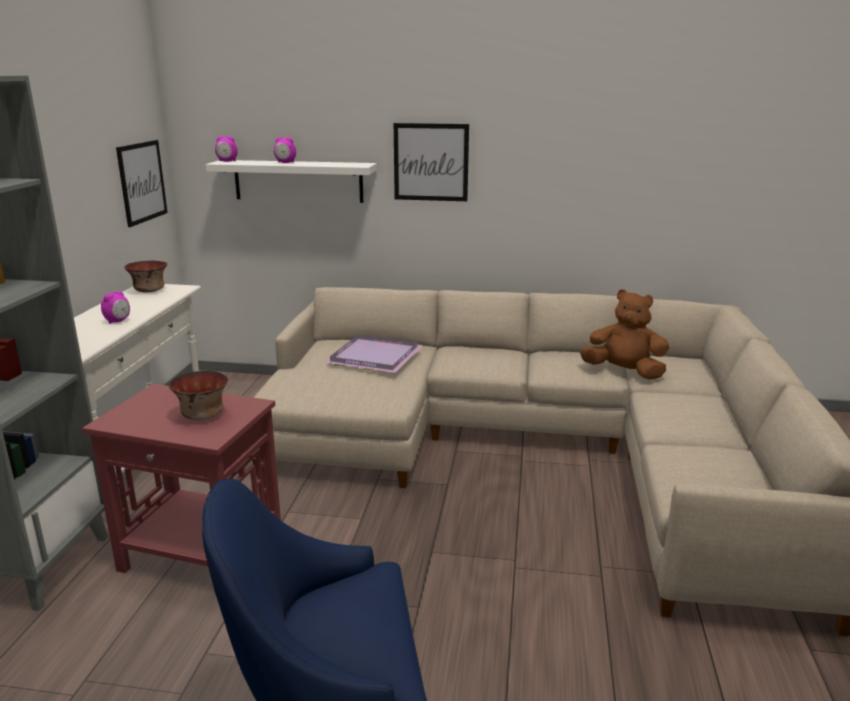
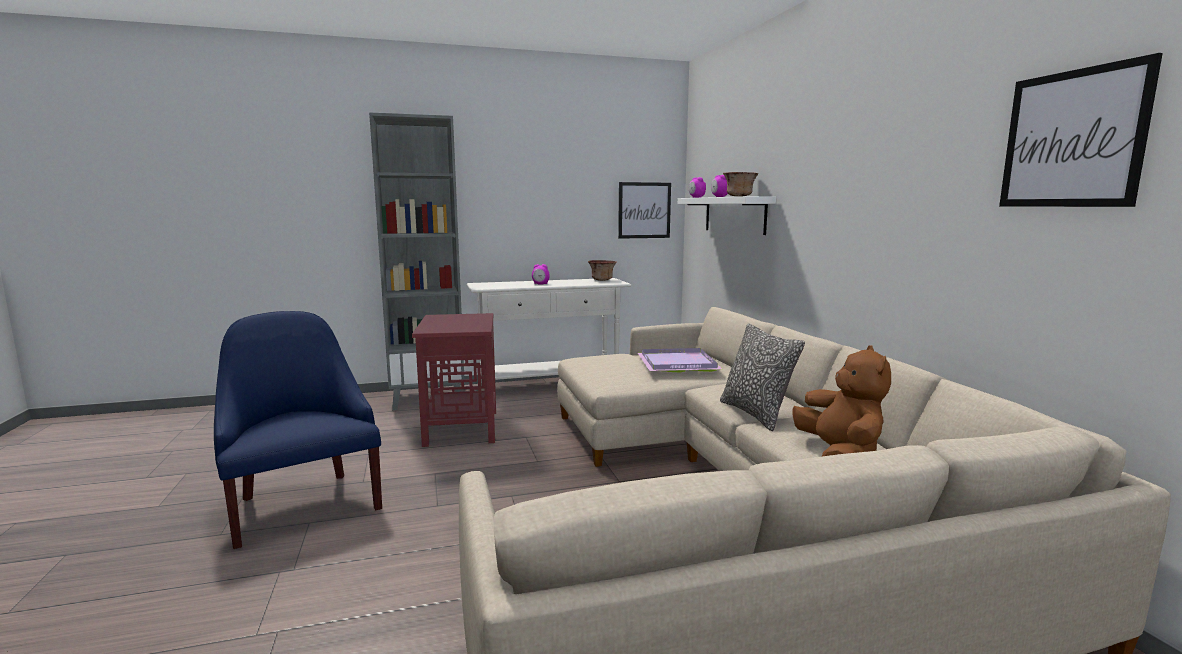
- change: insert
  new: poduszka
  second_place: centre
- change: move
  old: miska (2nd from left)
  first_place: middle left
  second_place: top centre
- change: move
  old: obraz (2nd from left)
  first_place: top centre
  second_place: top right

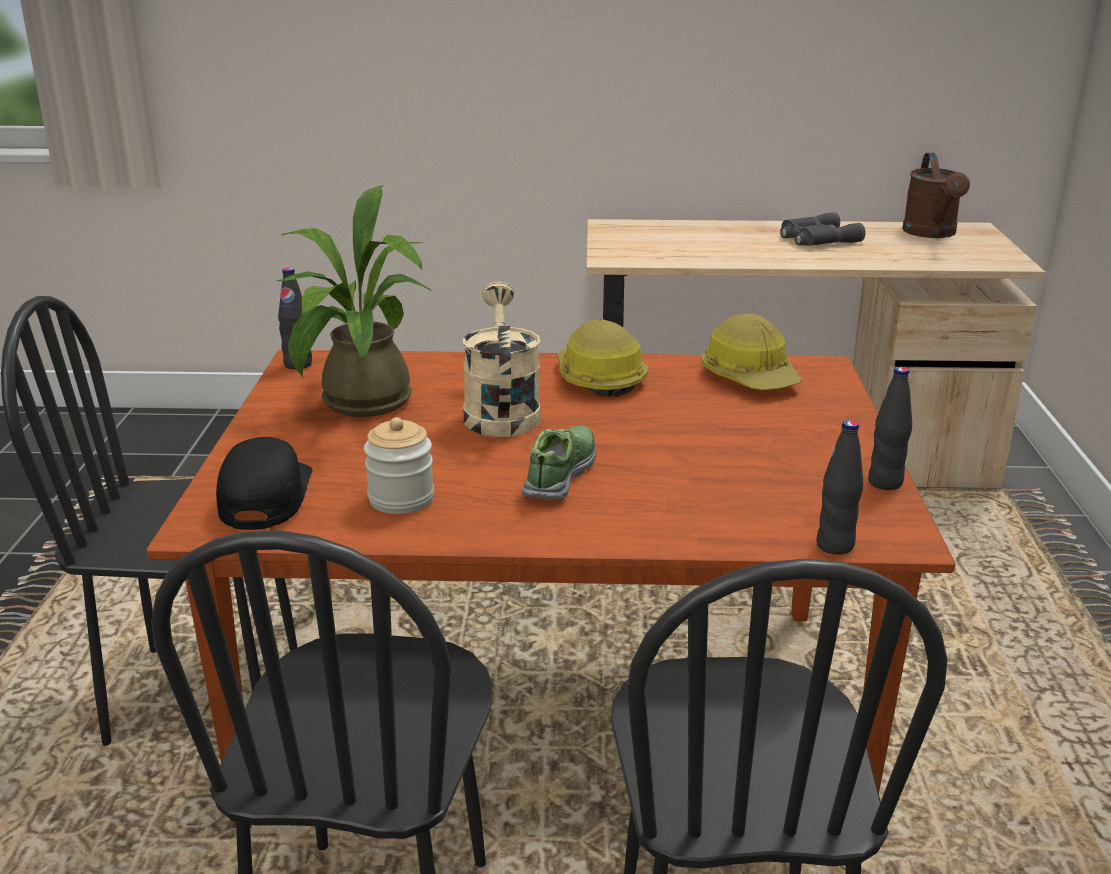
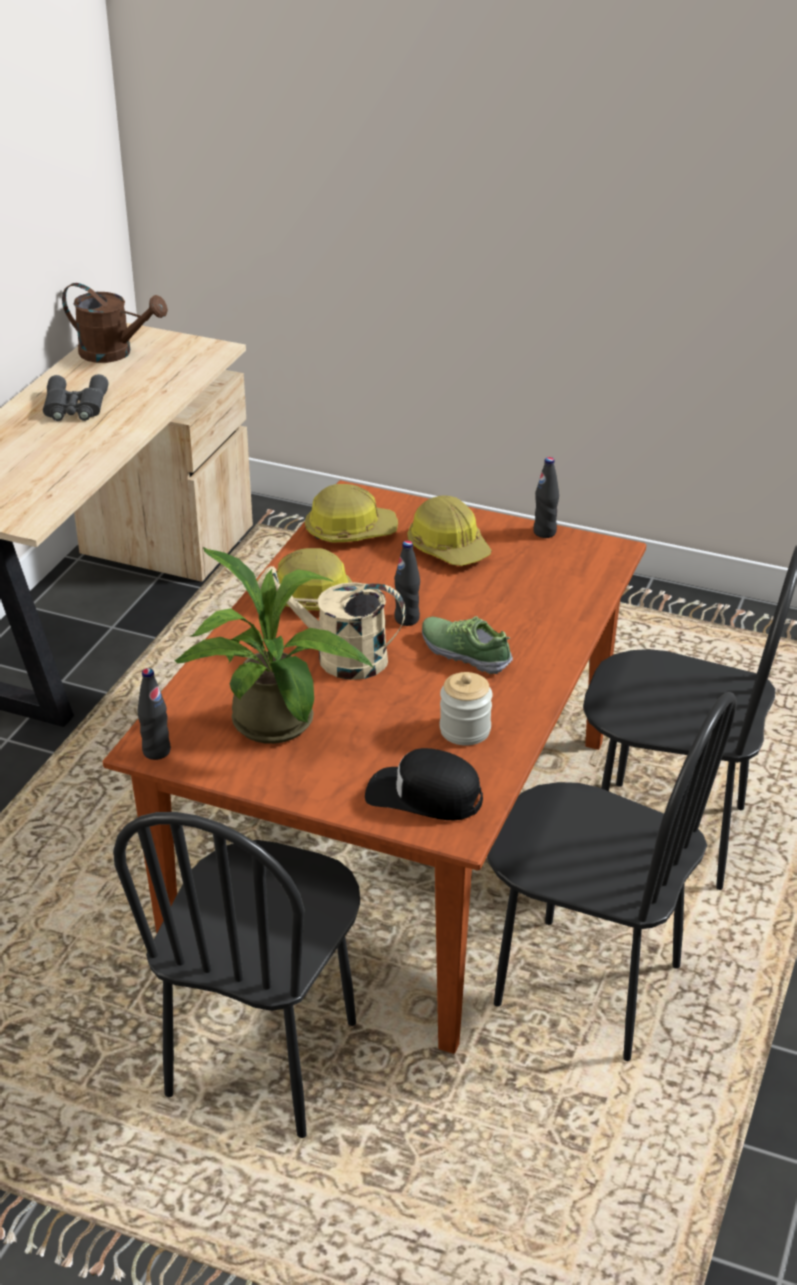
- change: move
  old: butelka (czarny) (2nd from left)
  first_place: middle right
  second_place: centre
- change: insert
  new: kask (3rd from left)
  second_place: centre

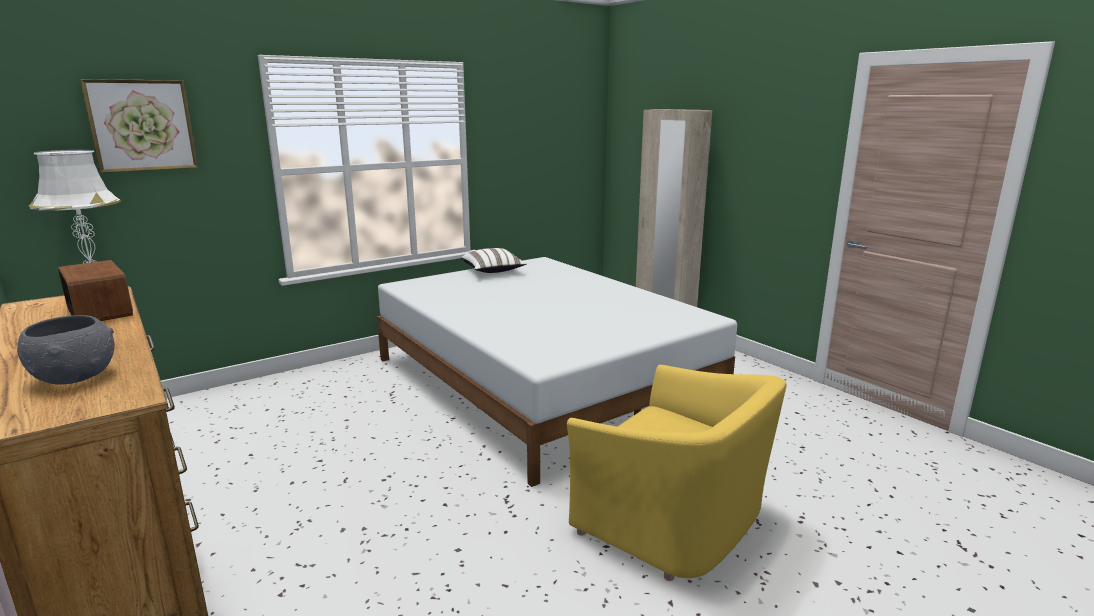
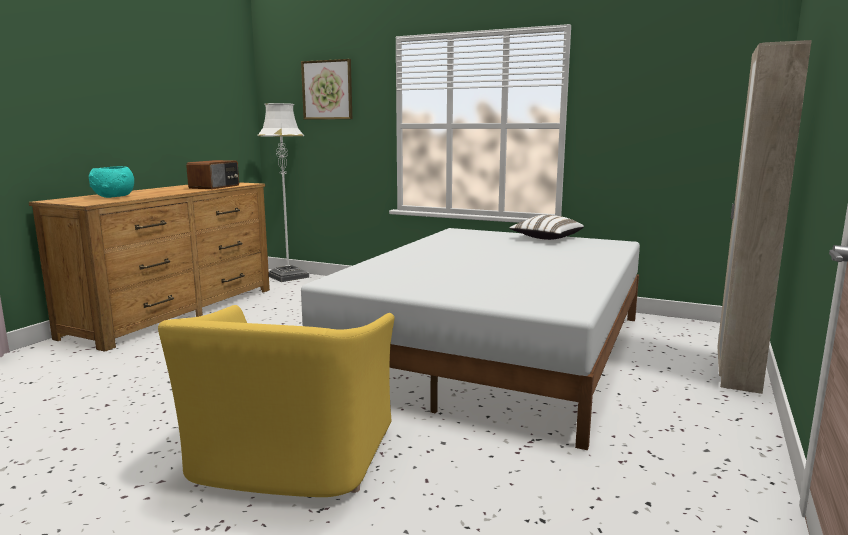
- change: recolor
  old: miska (szary)
  new: miska (turkusowy)
  first_place: middle left
  second_place: middle left

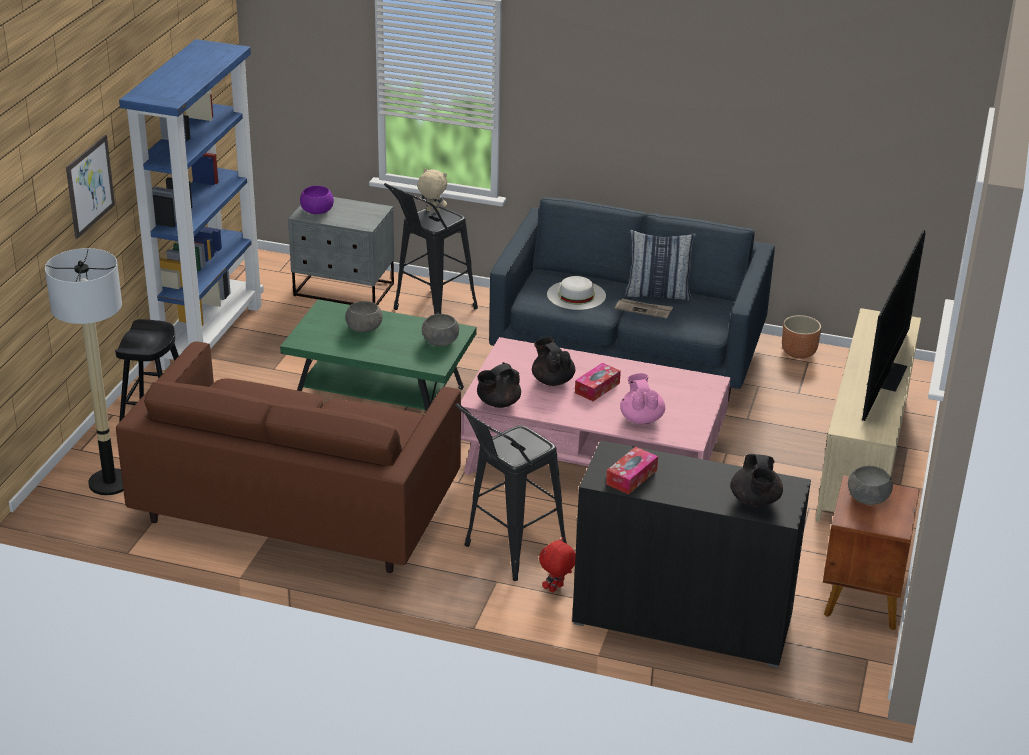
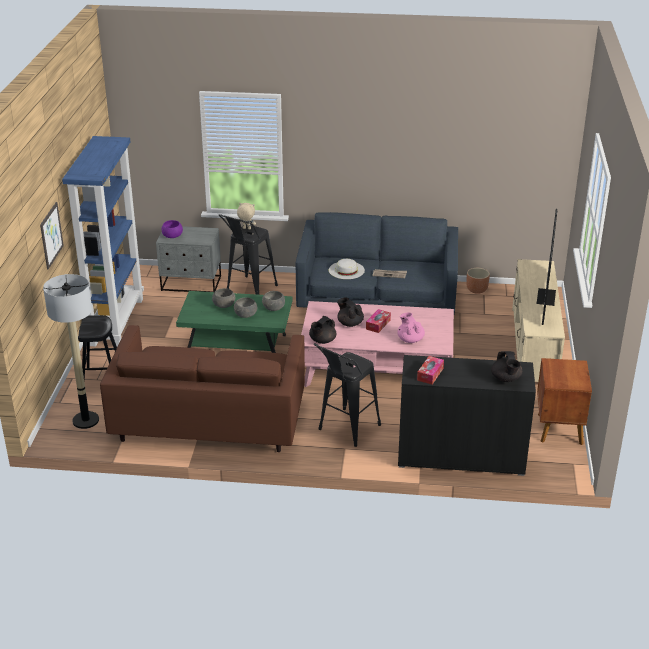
- change: move
  old: miska (szary) (3rd from left in the first image)
  new: miska (szary) (2nd from left)
  first_place: middle right
  second_place: centre
- change: delete
  old: pluszak (czerwony)
  first_place: bottom centre
- change: delete
  old: poduszka
  first_place: centre

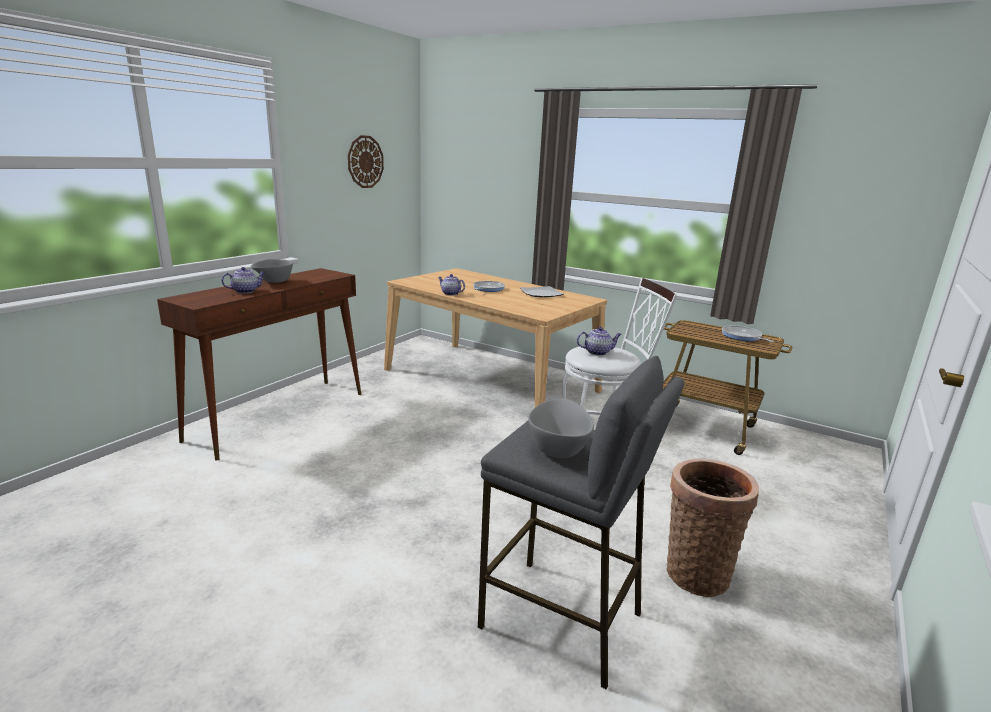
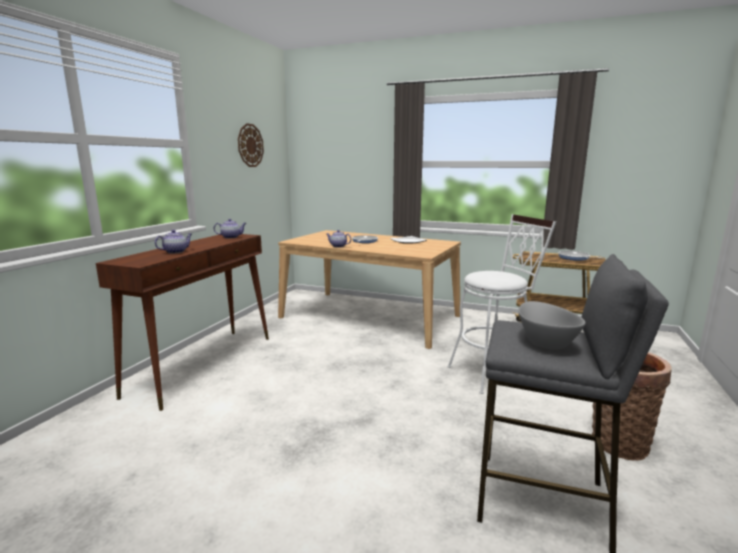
- change: move
  old: imbryk (3rd from left in the first image)
  new: imbryk (2nd from left)
  first_place: centre
  second_place: middle left
- change: delete
  old: miska (szary) (1st from left)
  first_place: middle left

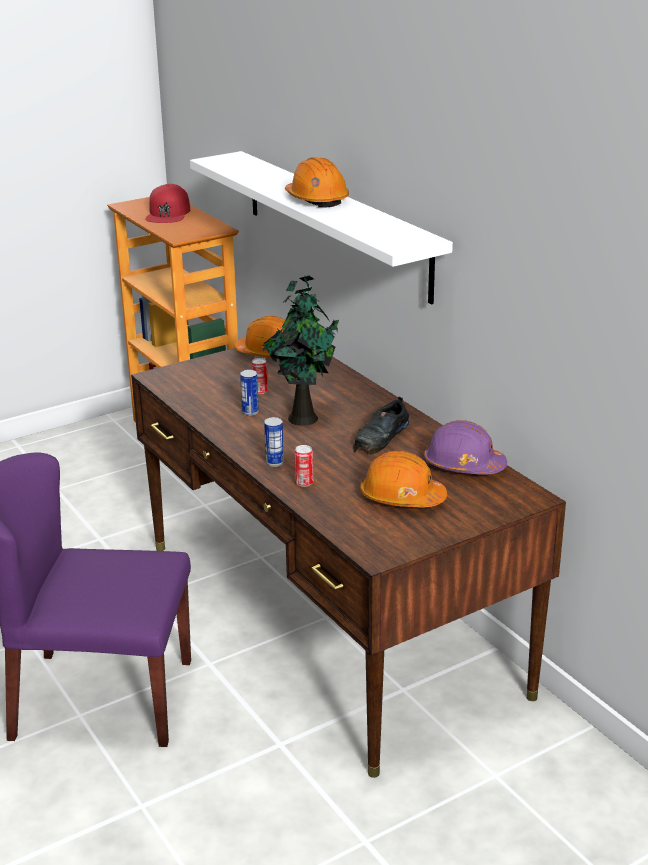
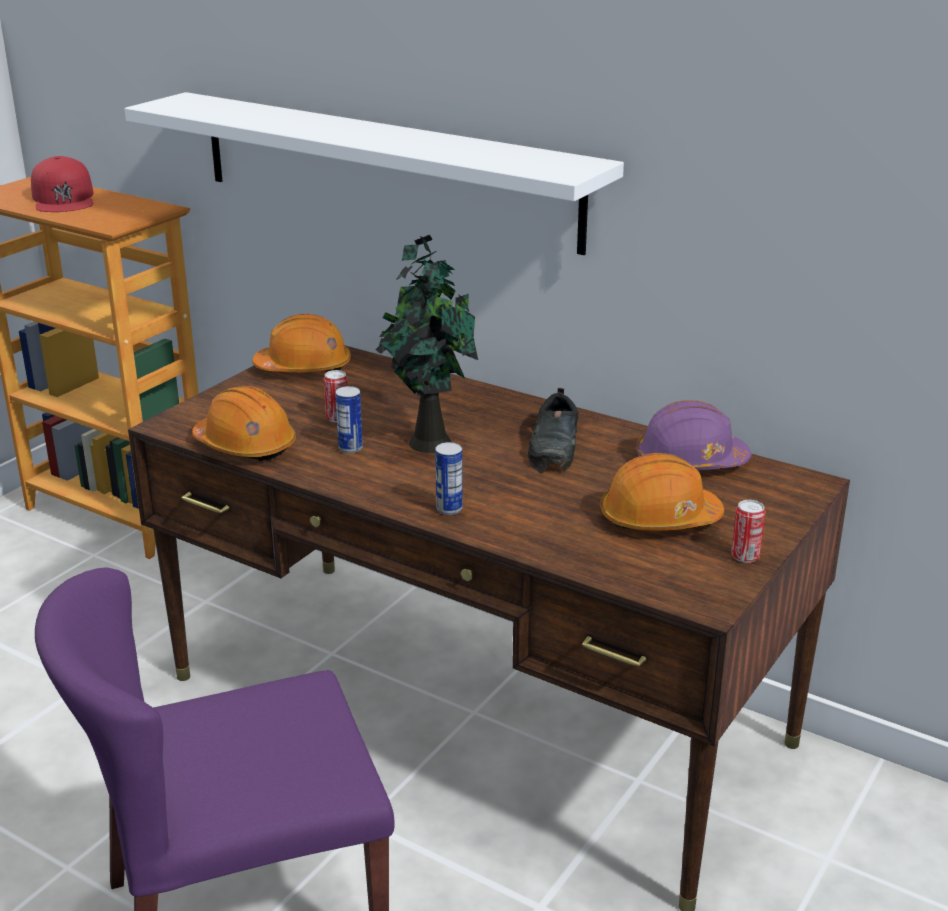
- change: move
  old: kask (pomarańczowy) (2nd from left in the first image)
  new: kask (pomarańczowy) (1st from left)
  first_place: top centre
  second_place: middle left
- change: move
  old: puszka (4th from left)
  first_place: centre
  second_place: middle right

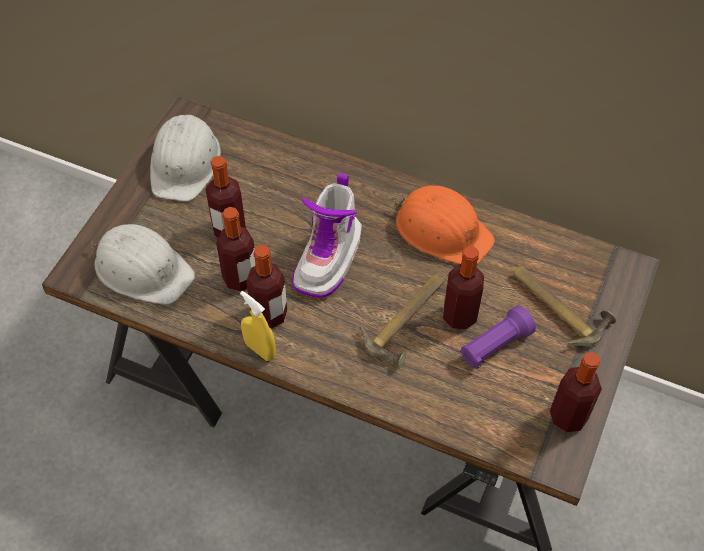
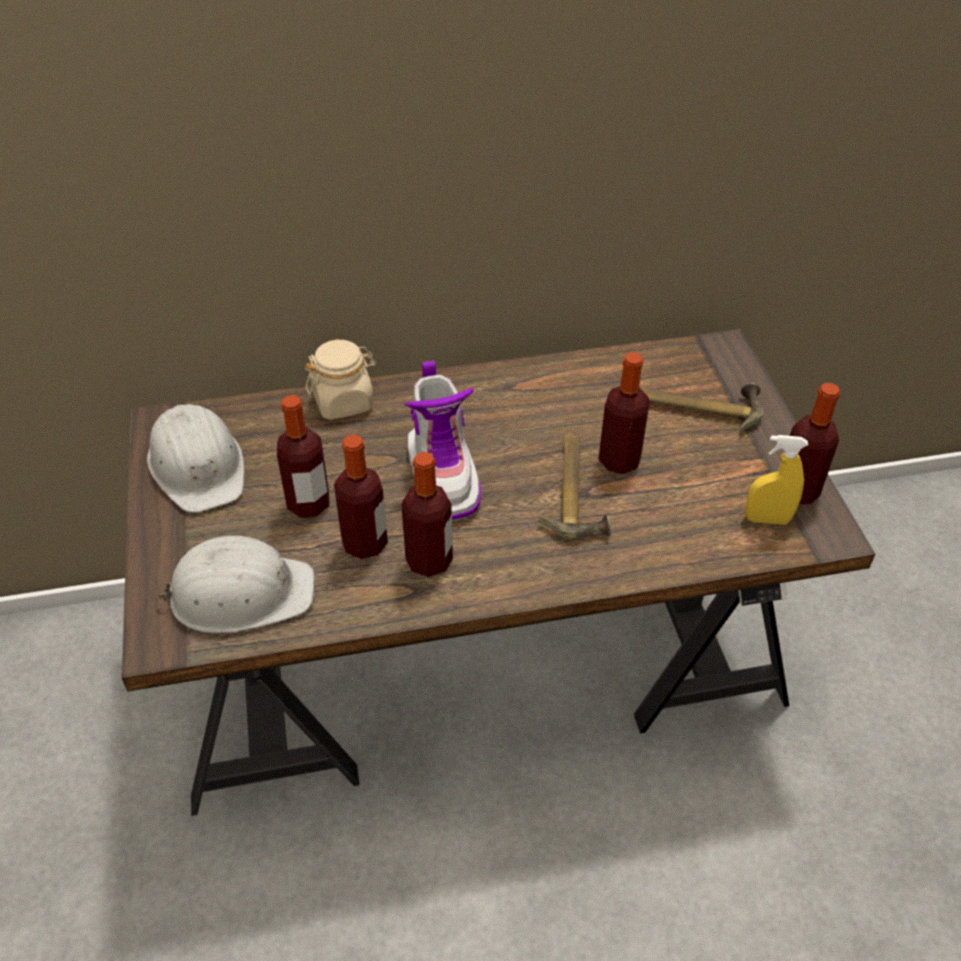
- change: insert
  new: słoik (beżowy)
  second_place: centre
- change: move
  old: spryskiwacz (żółty)
  first_place: centre
  second_place: middle right
- change: delete
  old: kask (pomarańczowy)
  first_place: centre
- change: delete
  old: latarka (fioletowy)
  first_place: middle right

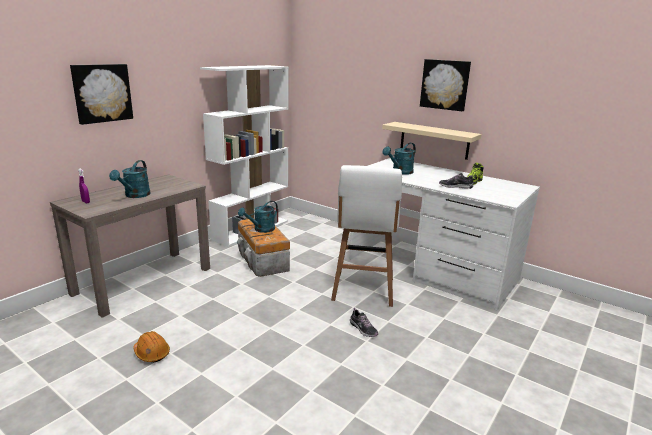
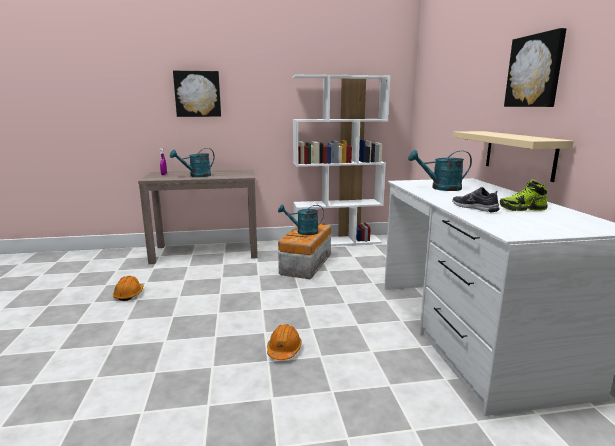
- change: replace
  old: but (1st from left)
  new: kask (pomarańczowy) (2nd from left)
  first_place: bottom centre
  second_place: bottom centre
- change: delete
  old: stołek (biały)
  first_place: centre

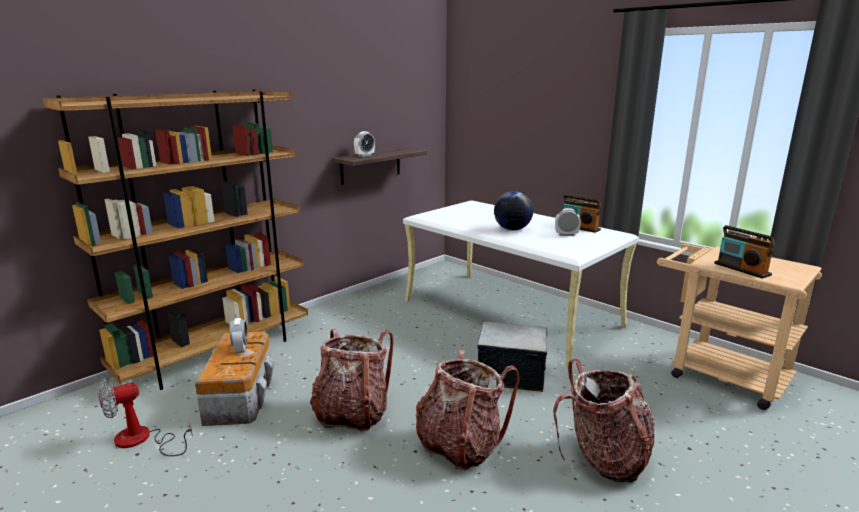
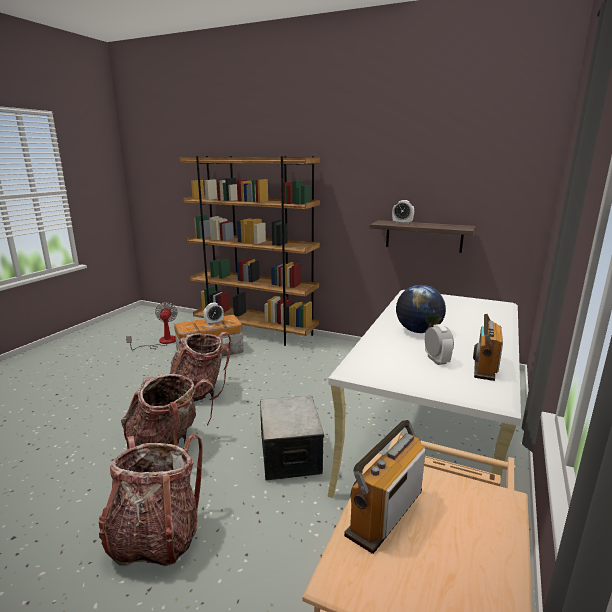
- change: rotate
  old: wentylator
  first_place: bottom left
  second_place: middle left
  degrees: 45

